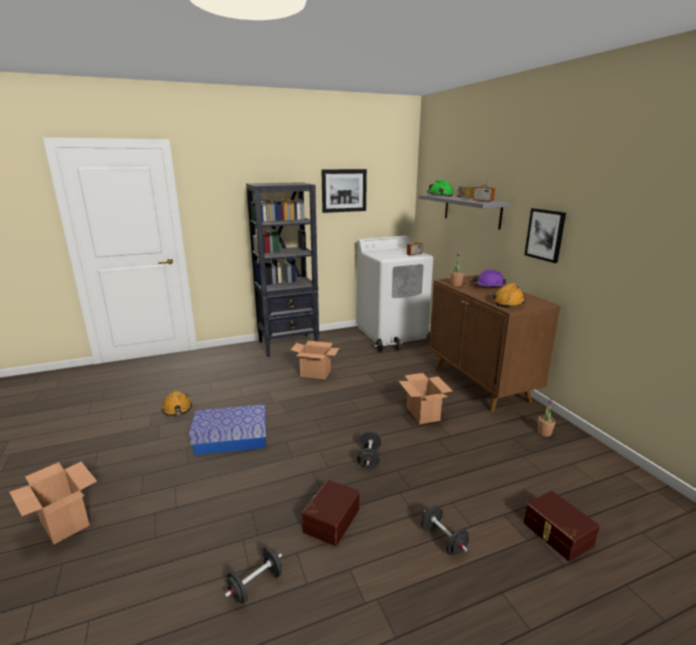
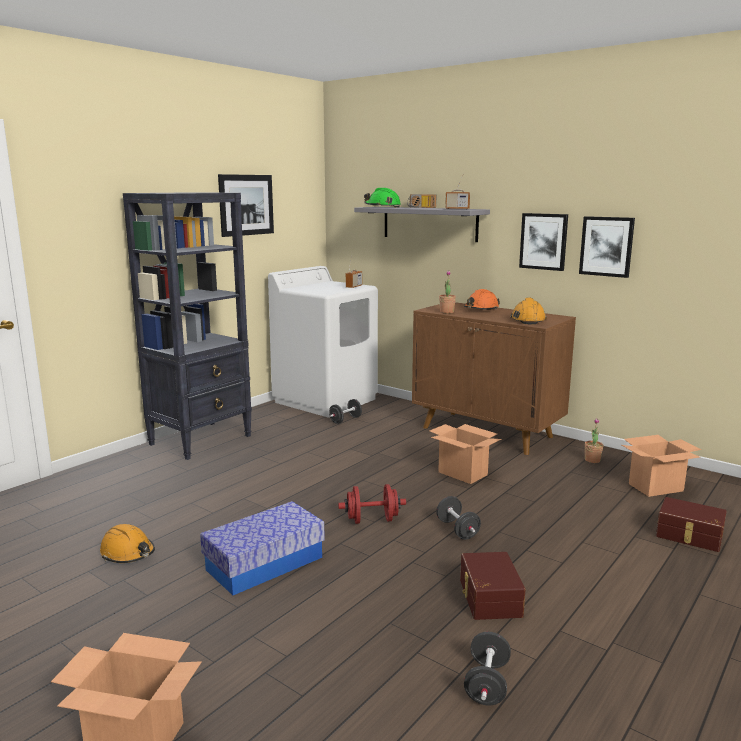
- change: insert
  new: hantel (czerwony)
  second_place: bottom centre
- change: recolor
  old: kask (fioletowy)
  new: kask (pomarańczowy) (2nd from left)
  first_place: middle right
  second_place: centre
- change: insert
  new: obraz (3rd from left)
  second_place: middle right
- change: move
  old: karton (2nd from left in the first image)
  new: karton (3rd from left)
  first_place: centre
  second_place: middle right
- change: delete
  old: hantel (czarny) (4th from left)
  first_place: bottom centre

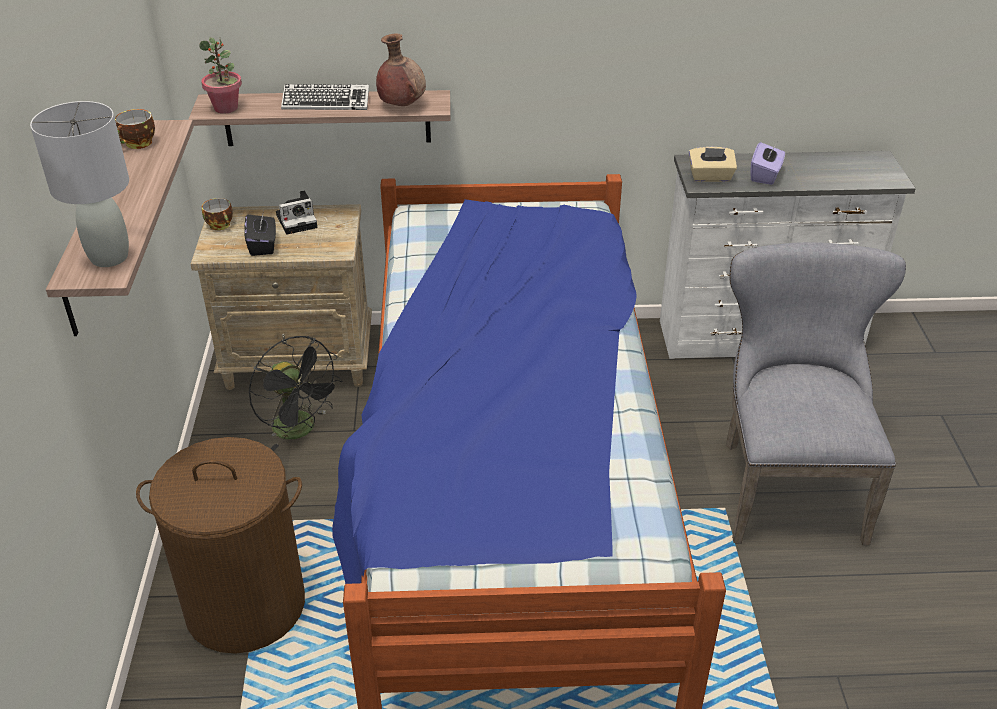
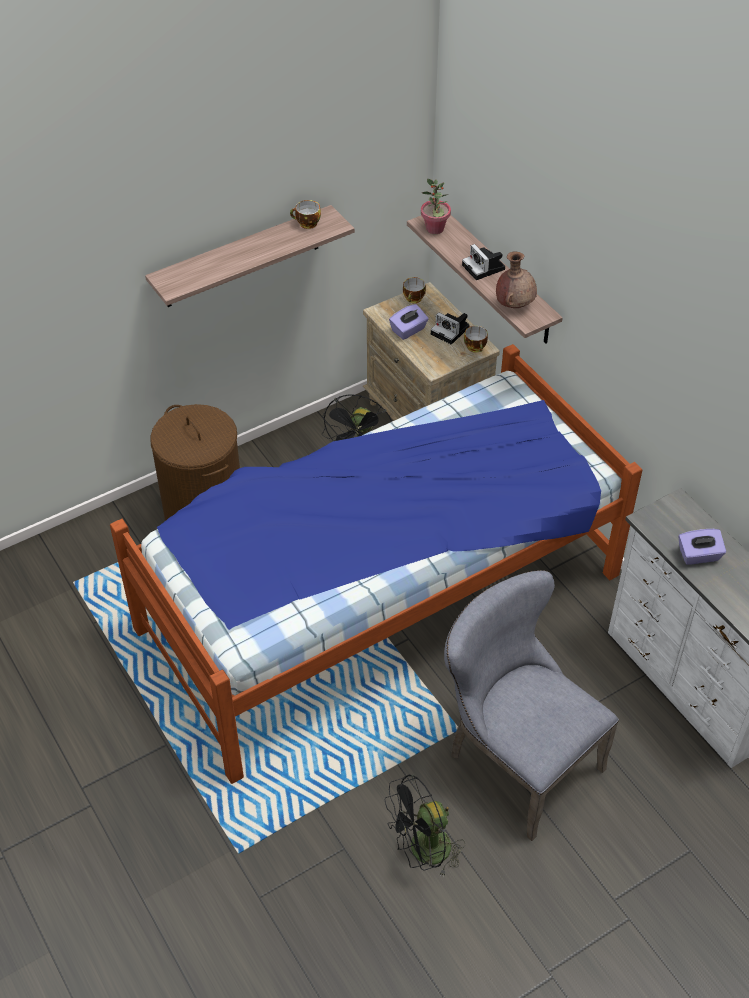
- change: insert
  new: wentylator (czarny) (2nd from left)
  second_place: bottom centre
- change: recolor
  old: pudełko chusteczek (czarny)
  new: pudełko chusteczek (fioletowy) (1st from left)
  first_place: top left
  second_place: top centre
- change: rotate
  old: krzesło (szary)
  first_place: middle right
  second_place: bottom right
  degrees: -105
- change: replace
  old: klawiatura
  new: aparat fotograficzny (2nd from left)
  first_place: top left
  second_place: top centre
- change: insert
  new: filiżanka (3rd from left)
  second_place: centre
- change: delete
  old: lampa stołowa (szary)
  first_place: top left
- change: delete
  old: pudełko chusteczek (beżowy)
  first_place: top right

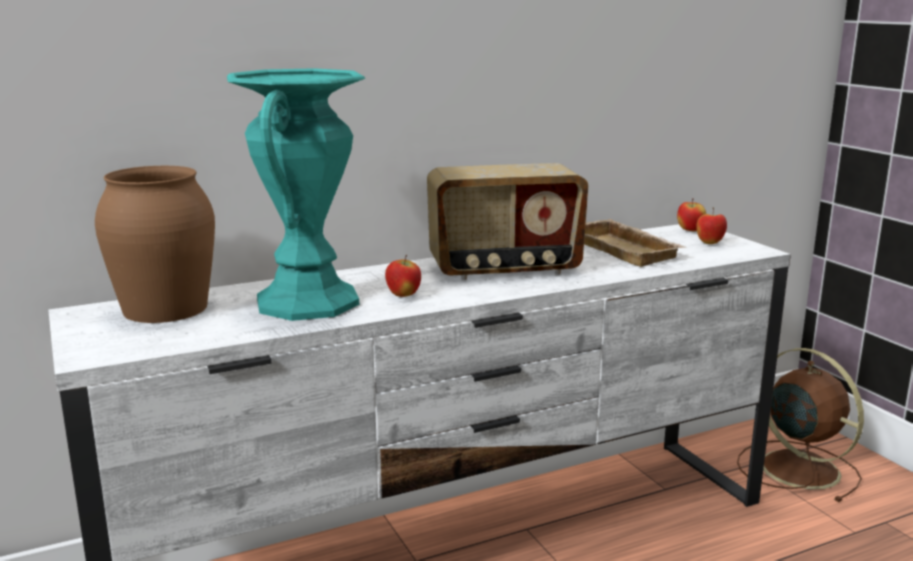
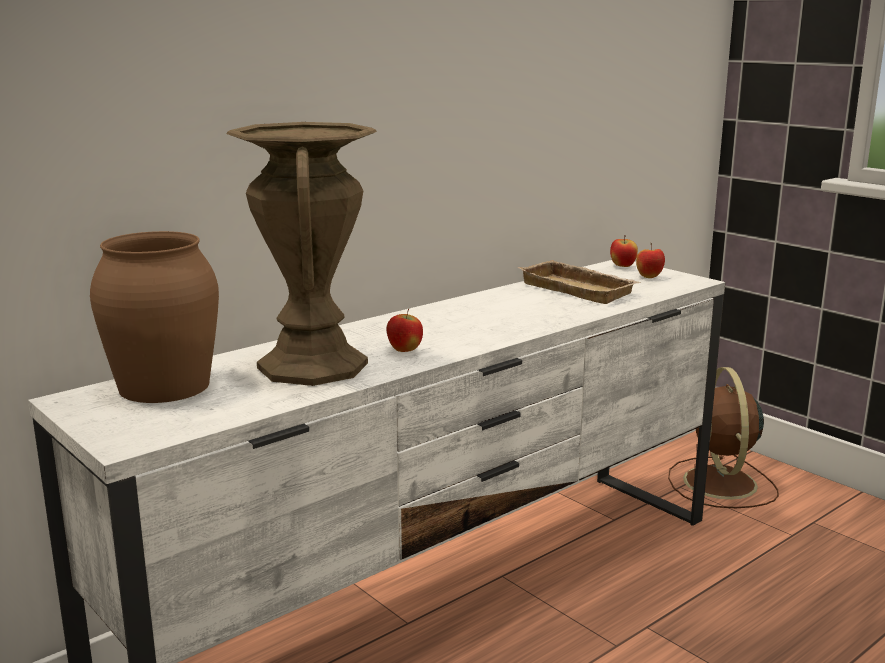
- change: recolor
  old: wazon (turkusowy)
  new: wazon (brązowy) (2nd from left)
  first_place: middle left
  second_place: centre
- change: rotate
  old: wentylator (brązowy)
  first_place: bottom right
  second_place: middle right
  degrees: -135
- change: delete
  old: radio
  first_place: centre

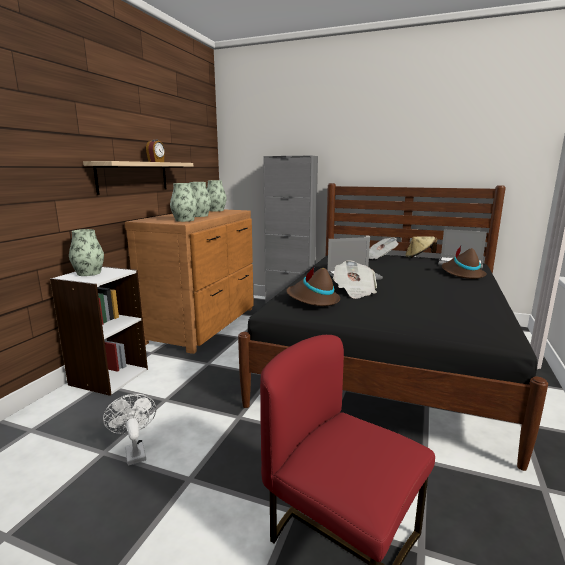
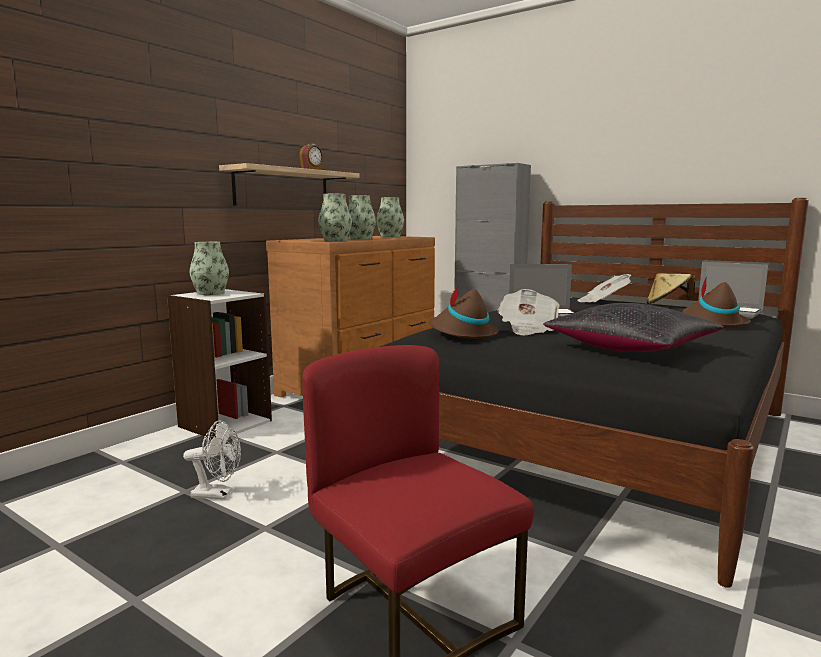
- change: rotate
  old: wentylator (biały)
  first_place: bottom left
  second_place: bottom left
  degrees: 105
- change: insert
  new: poduszka (czarny)
  second_place: middle right

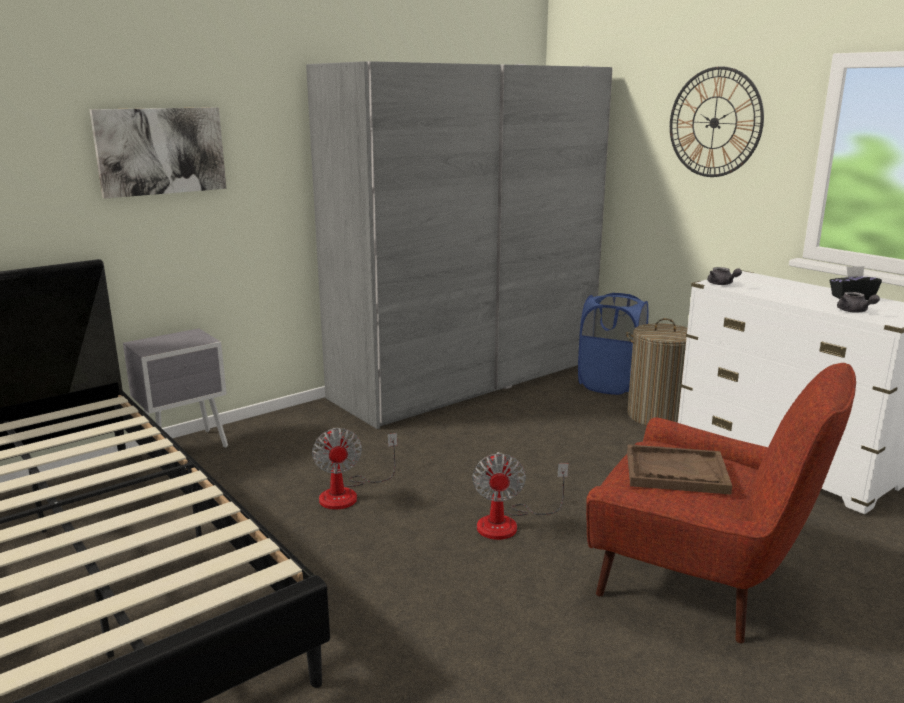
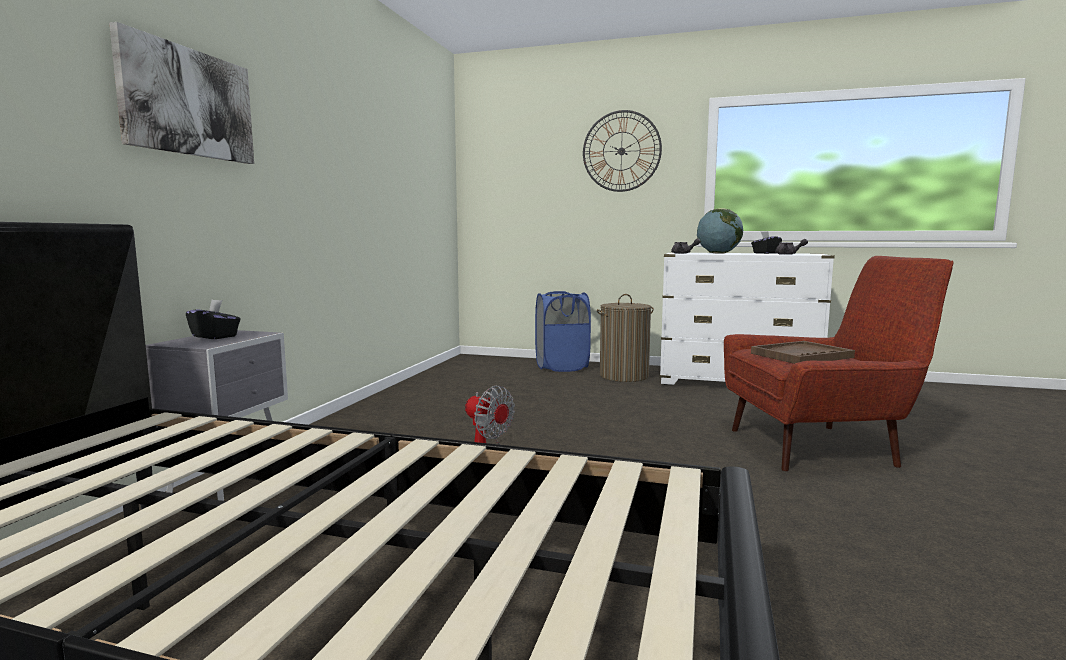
- change: insert
  new: pudełko chusteczek (czarny) (1st from left)
  second_place: middle left
- change: insert
  new: globus
  second_place: middle right
- change: delete
  old: szafa (szary)
  first_place: centre
- change: delete
  old: wentylator (2nd from left)
  first_place: bottom centre

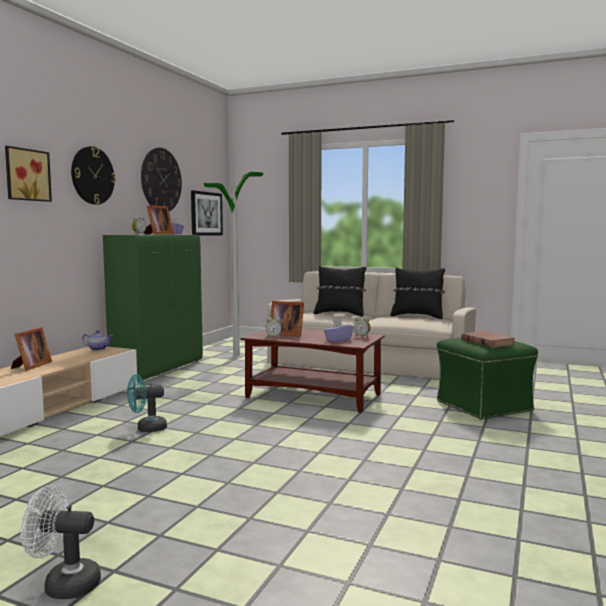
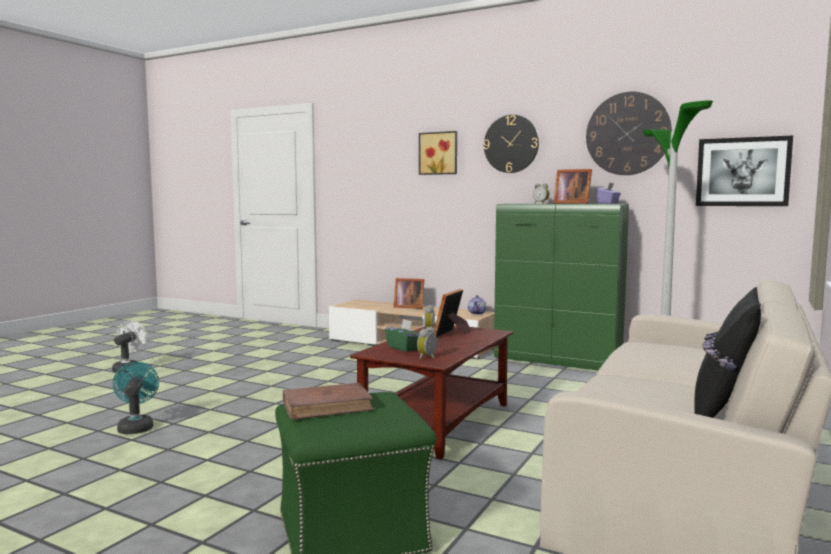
- change: move
  old: wentylator (turkusowy)
  first_place: middle left
  second_place: bottom left
- change: recolor
  old: pudełko chusteczek (fioletowy) (2nd from left)
  new: pudełko chusteczek (zielony)
  first_place: centre
  second_place: centre
- change: delete
  old: poduszka (czarny) (1st from left)
  first_place: centre

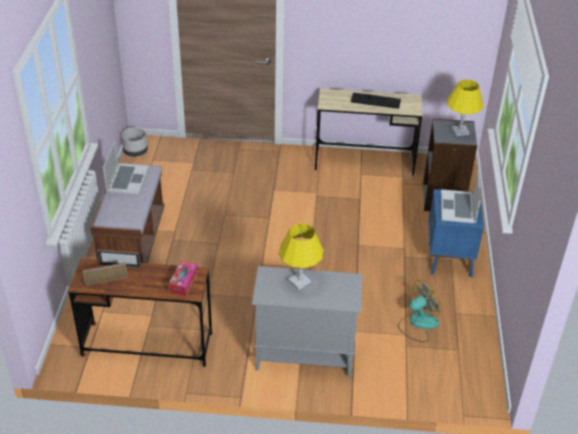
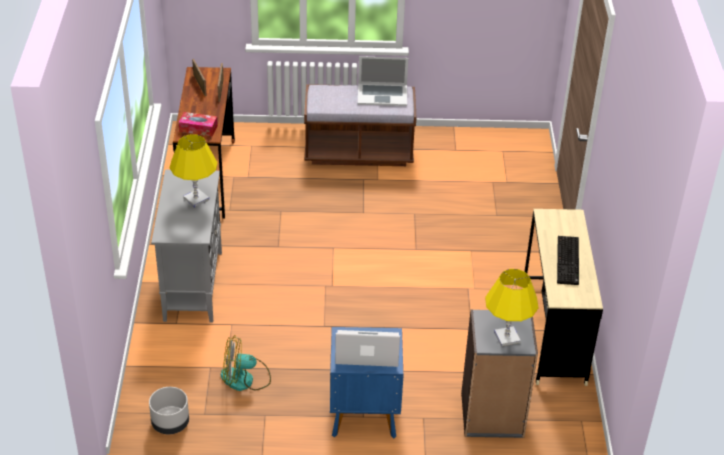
- change: move
  old: donica (szary)
  first_place: top left
  second_place: bottom left
- change: rotate
  old: wentylator
  first_place: bottom right
  second_place: bottom centre
  degrees: 120

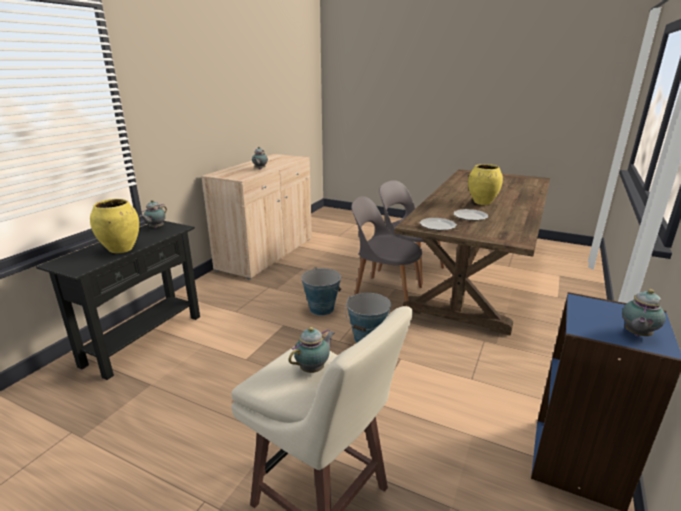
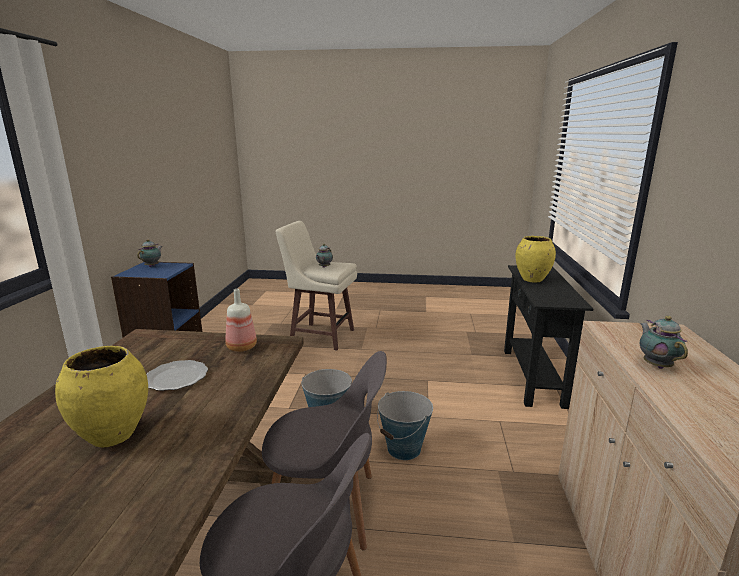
- change: replace
  old: talerz (1st from left)
  new: butelka
  first_place: centre
  second_place: middle left
- change: delete
  old: imbryk (1st from left)
  first_place: middle left

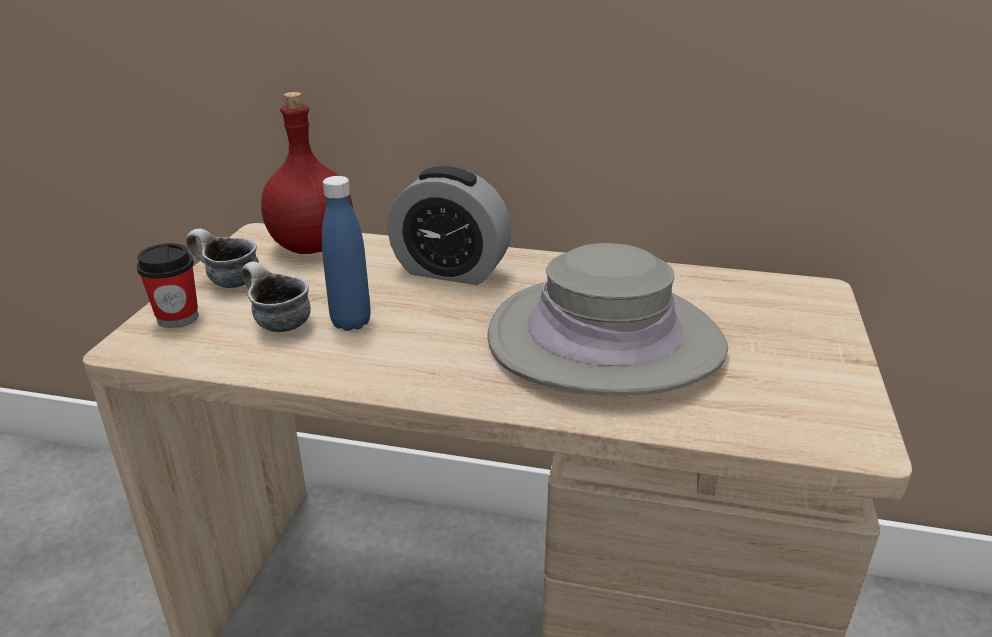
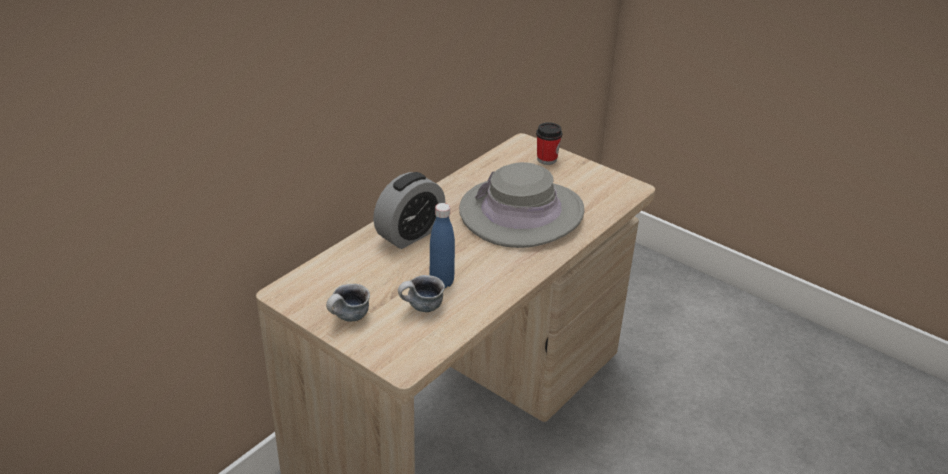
- change: move
  old: filiżanka
  first_place: middle left
  second_place: top centre
- change: delete
  old: butelka (czerwony)
  first_place: top left

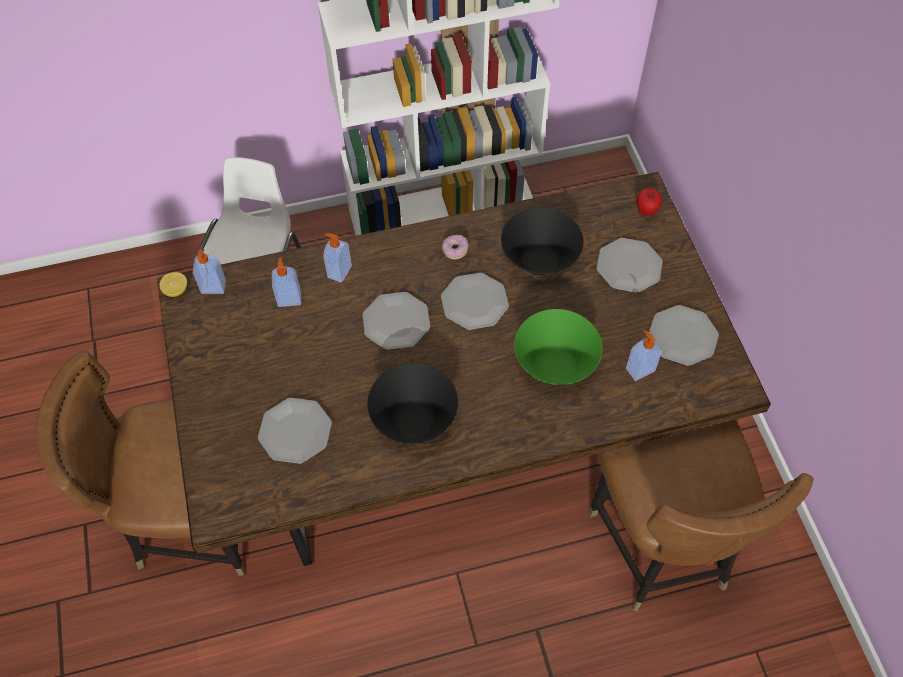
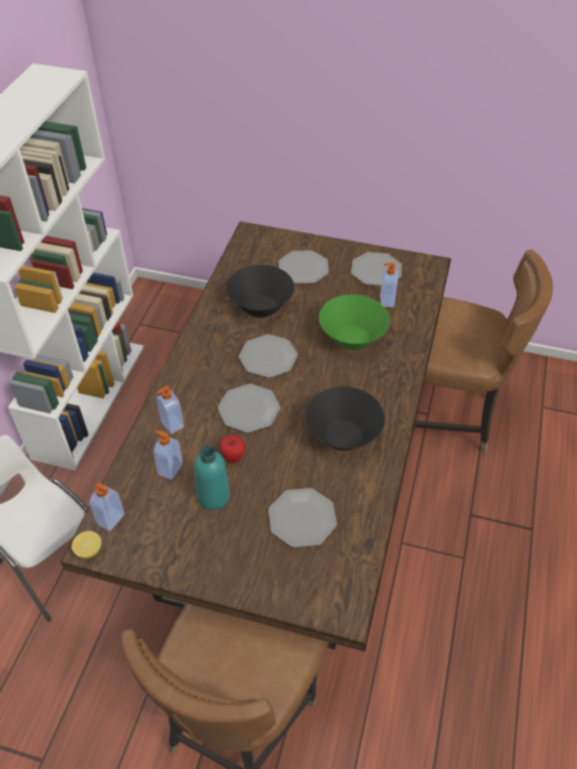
- change: insert
  new: butelka (turkusowy)
  second_place: centre
- change: move
  old: jabłko
  first_place: top right
  second_place: centre
- change: delete
  old: donut
  first_place: centre

